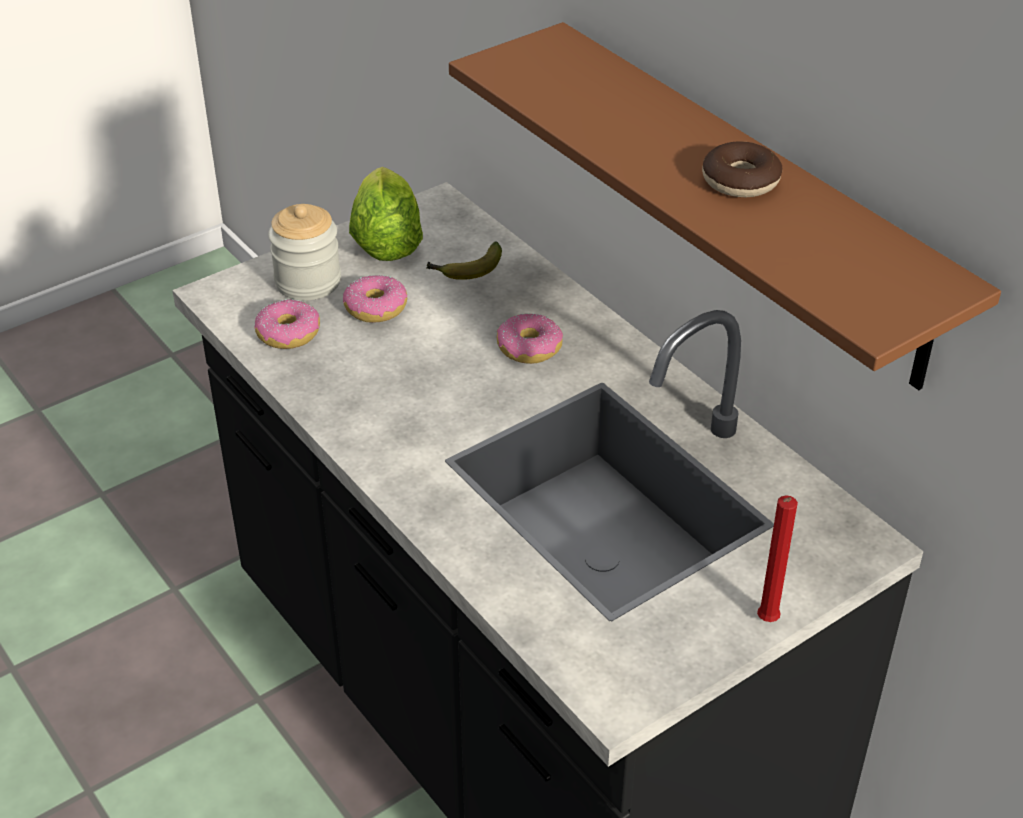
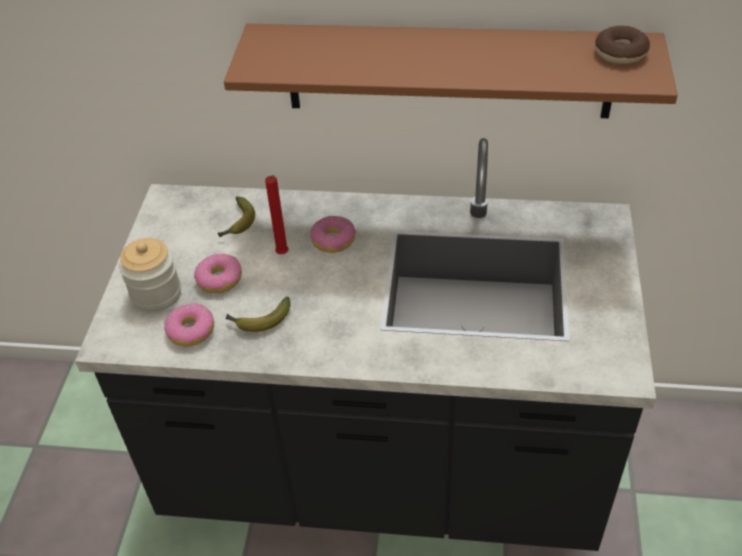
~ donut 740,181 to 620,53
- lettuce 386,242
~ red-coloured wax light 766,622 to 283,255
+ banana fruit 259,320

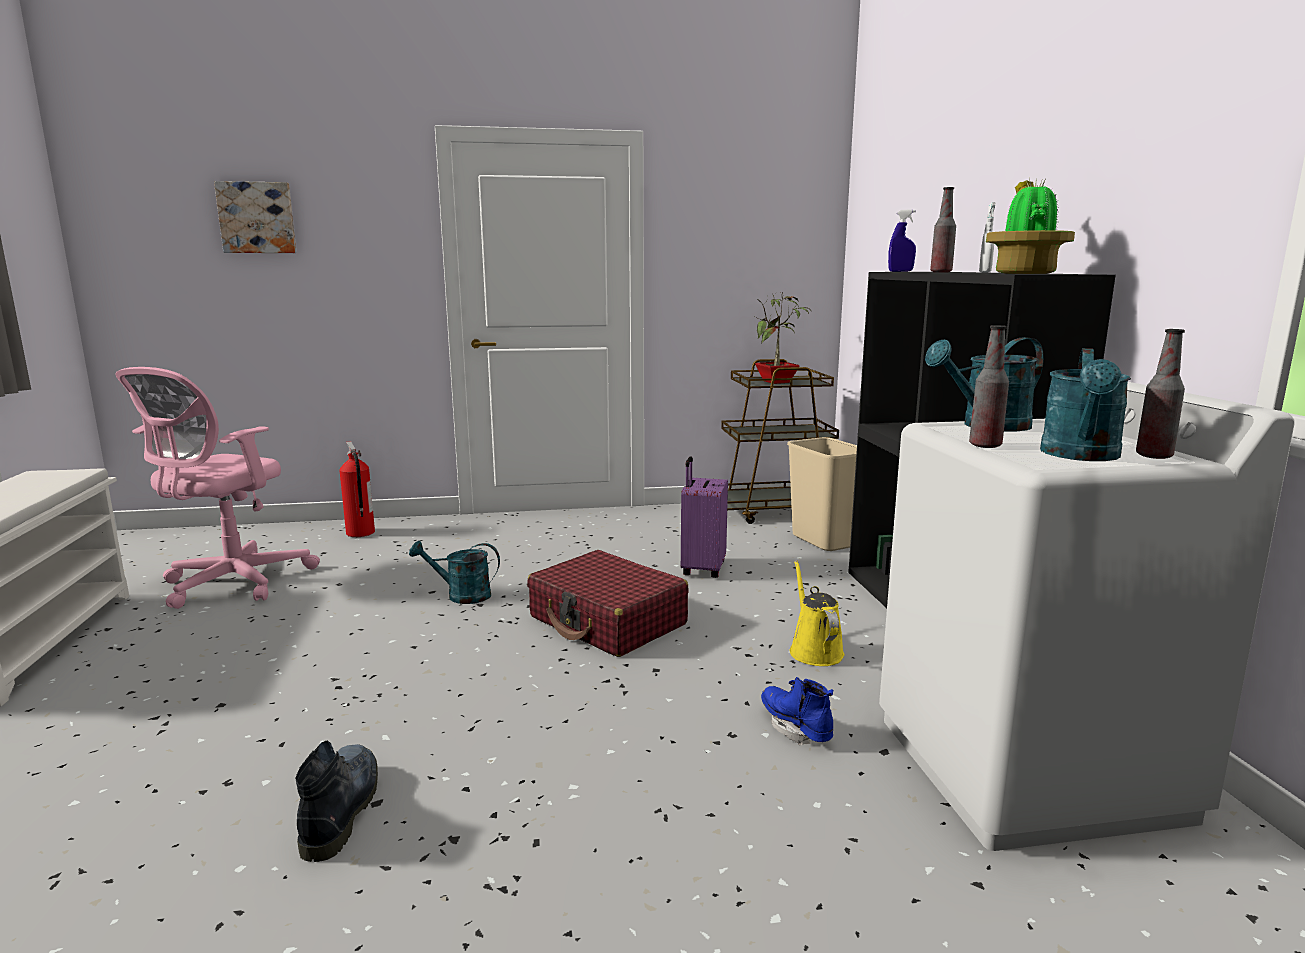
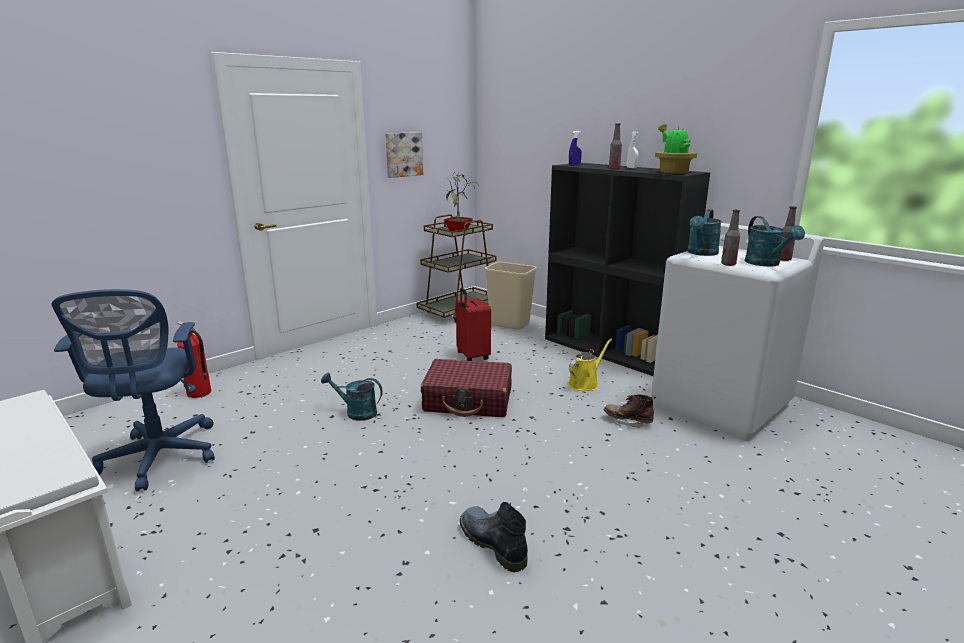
~ wall picture 257,218 to 403,154
~ pinkish office chair 231,584 to bluish office chair 158,459
~ purple travel case 702,569 to red-coloured travel case 472,356
~ turquoise sprinkling can 461,595 = 356,412 45 degrees clockwise
~ yellowish sprinkling can 814,650 = 585,383 90 degrees clockwise
~ bluish tall boot 796,728 to brown-coloured tall boot 627,421

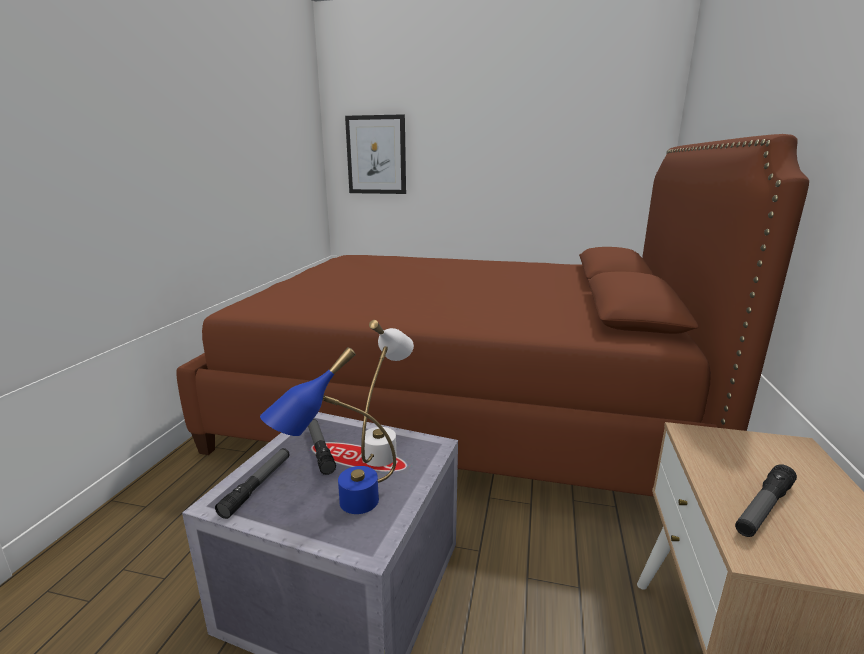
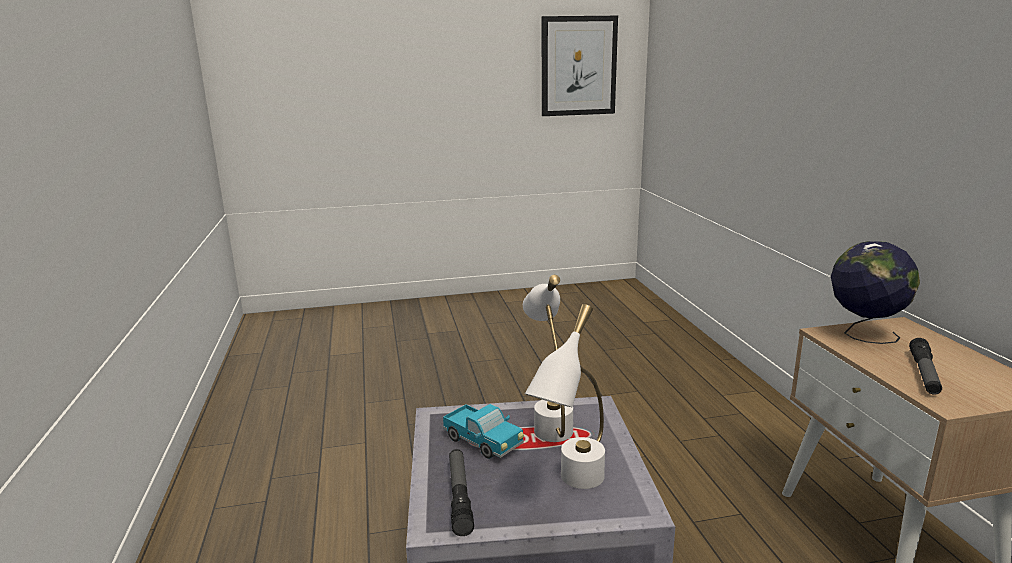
~ wall picture 376,155 to 578,66
- brown-coloured bed 459,403
~ bluish lamp for a table 340,508 to white lamp for a table 573,487
~ flashlight 320,450 to toy lorry 483,443
+ globe 864,334

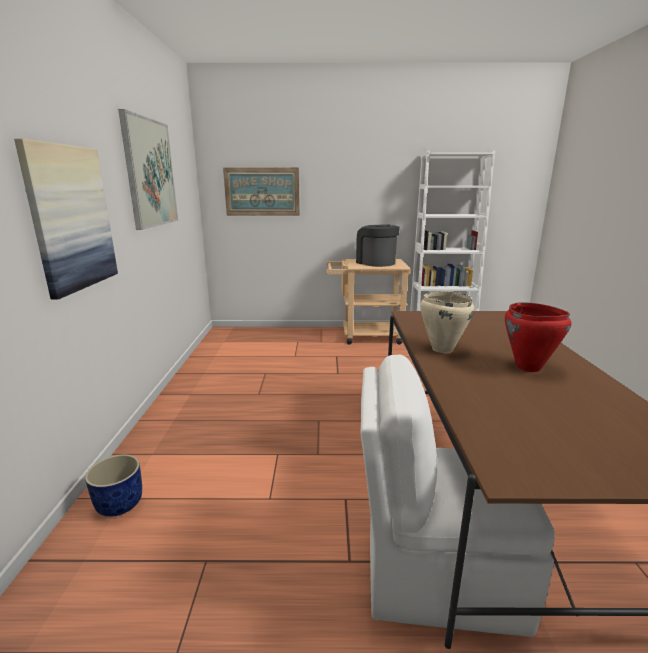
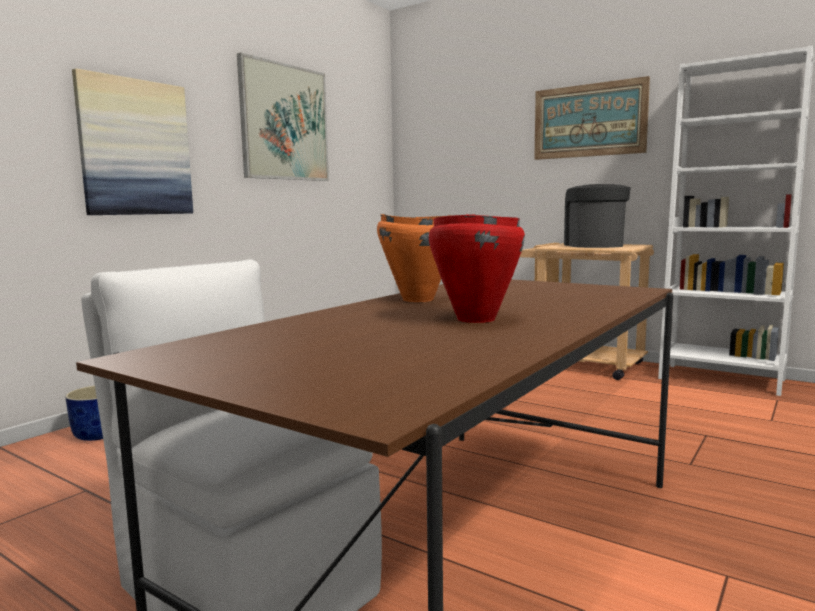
~ wall picture 262,192 to 589,120
~ sand-coloured stockpot 441,349 to orangey stockpot 417,299

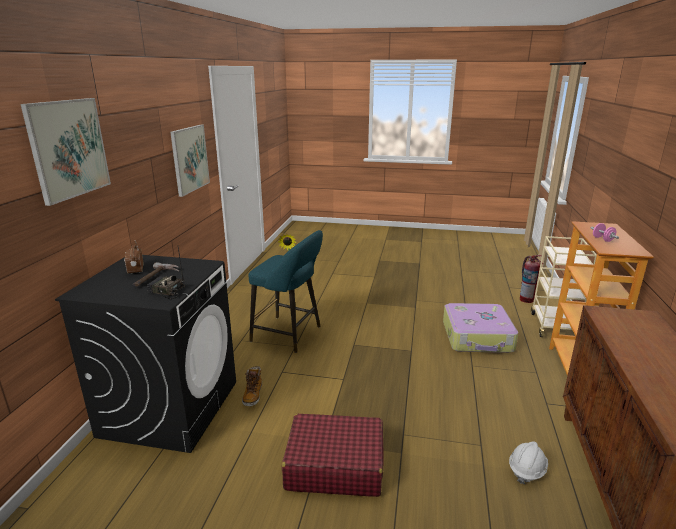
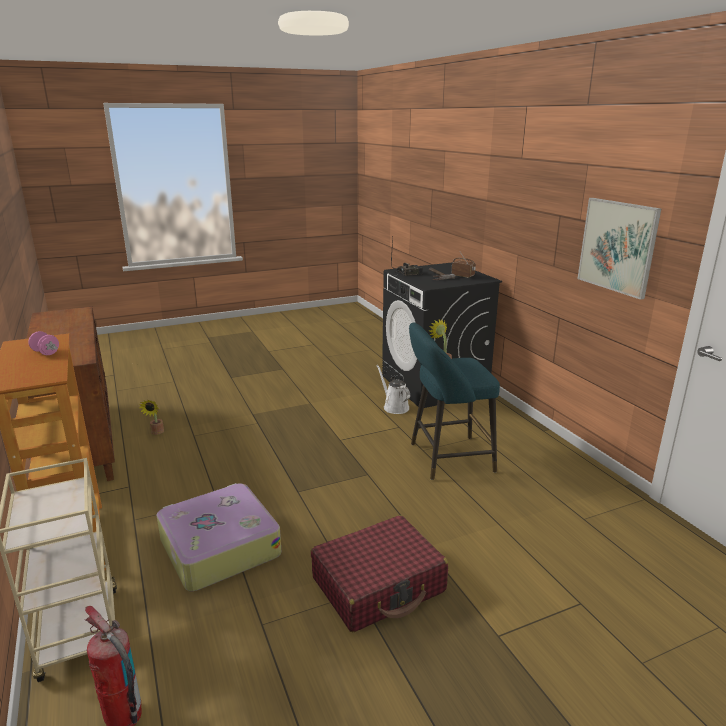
- wall picture 68,149
~ tall boot 253,395 to white sprinkling can 394,407
~ red-coloured travel case 334,465 to 379,585
~ white work helmet 526,470 to plant in a pot 156,433

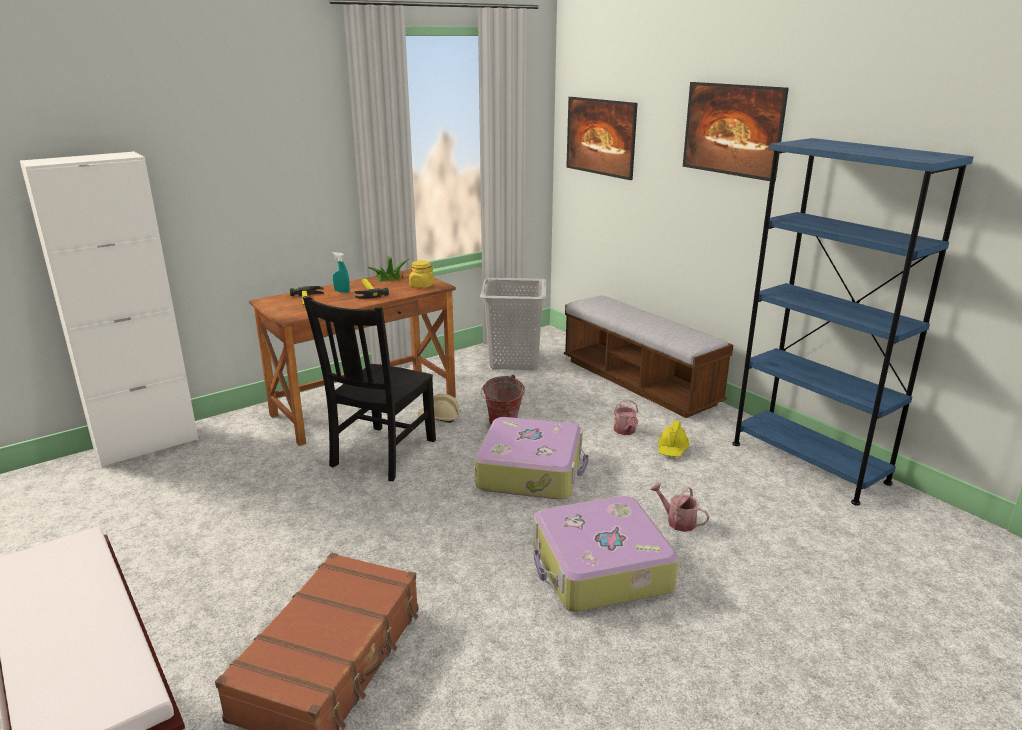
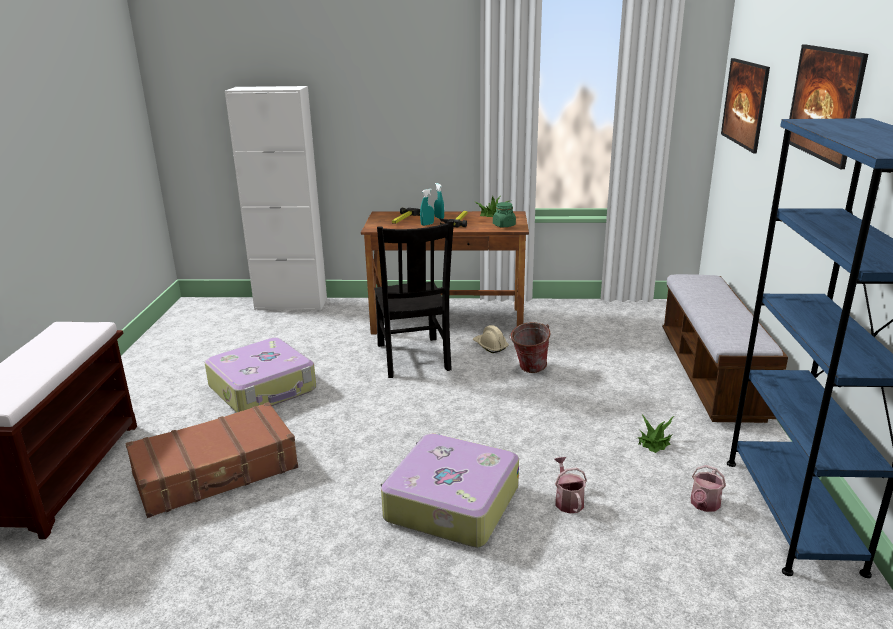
~ yellowish preserve jar 421,285 to greenish preserve jar 504,225
- gray hamper 514,361
~ black-coloured upright chair 381,454 = 413,358 75 degrees counterclockwise
~ sprinkling can 625,431 to 704,505
~ travel case 531,471 to 263,388
~ yellowish work helmet 672,449 to plant in a pot 654,443
+ turquoise spray bottle 427,224

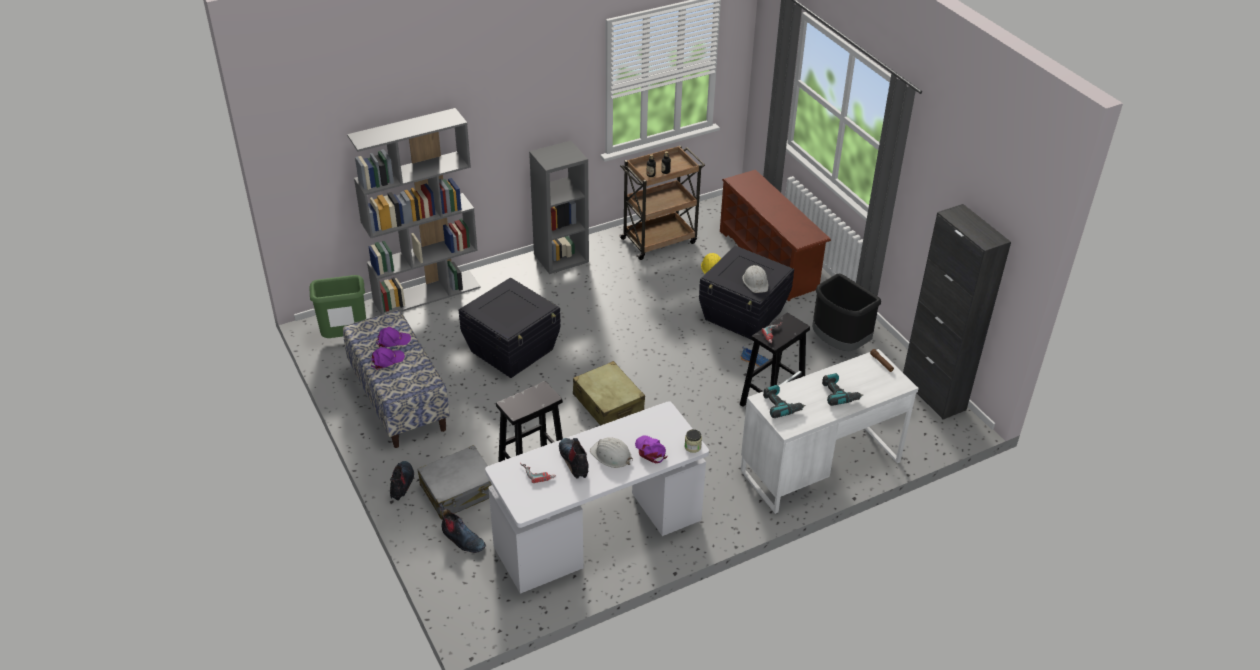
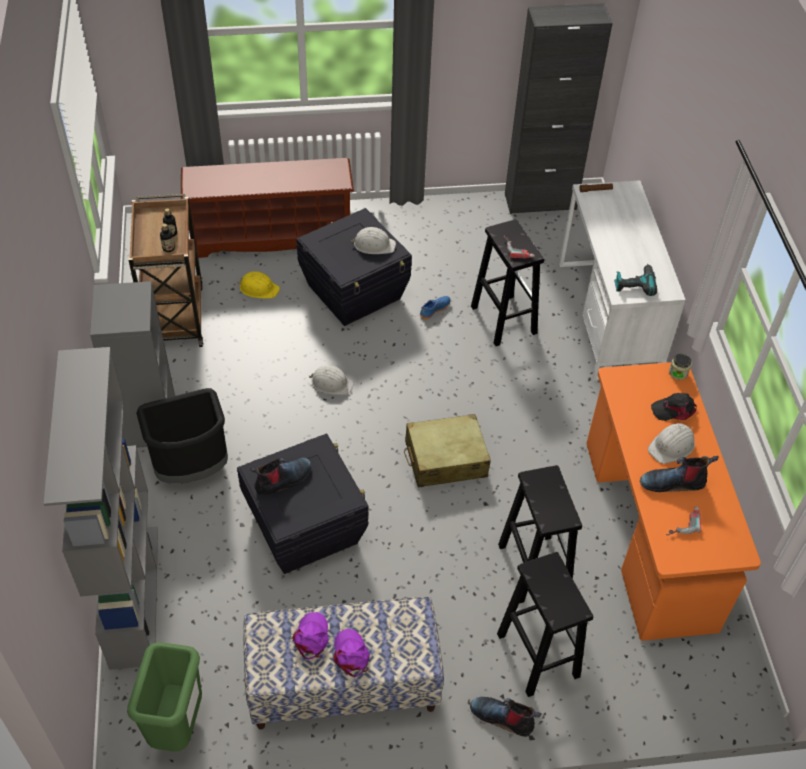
~ black-coloured rubbish bin 839,343 to 192,468
- power drill 839,394
~ white desk unit 598,535 to orangey desk unit 648,533
~ purple peaked cap 650,451 to black-coloured peaked cap 674,409
~ gray travel case 459,490 to black-coloured stool 537,654
~ tall boot 462,539 to 283,480
+ white work helmet 331,383

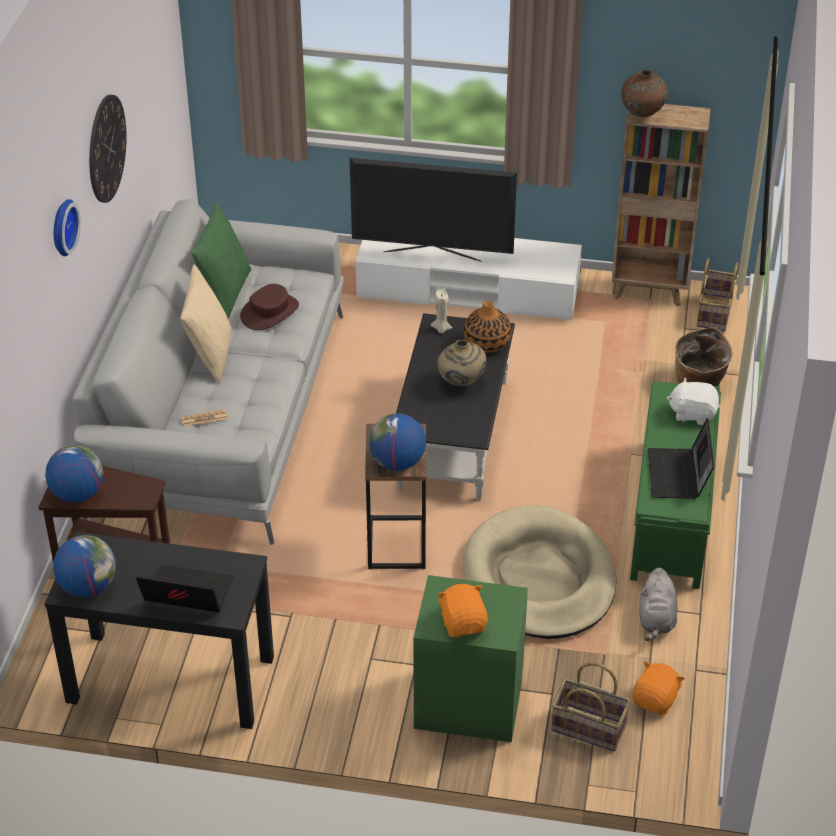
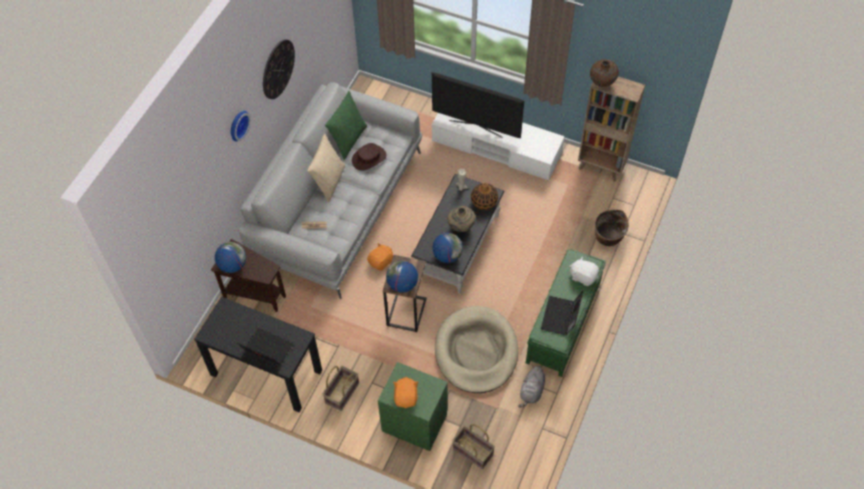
~ basket 715,313 to 342,393
~ globe 88,586 to 447,255
~ orangey cuddly toy 655,700 to 381,262

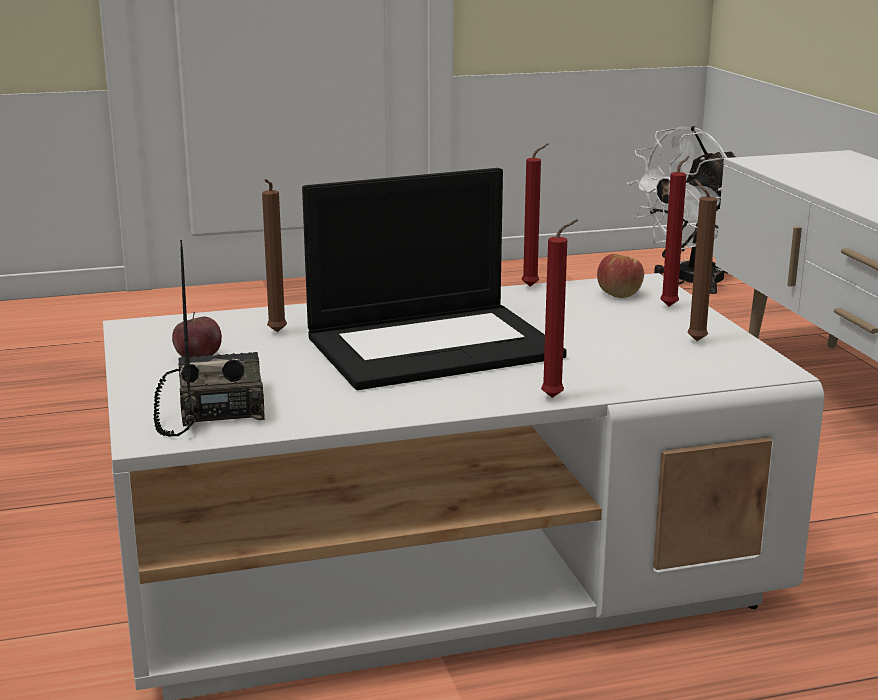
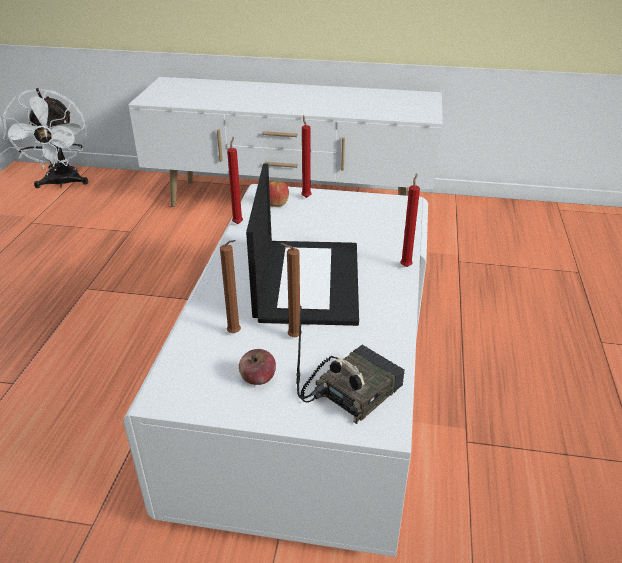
~ brown-coloured wax light 694,340 to 292,337
~ radio 211,408 = 351,390 120 degrees clockwise

